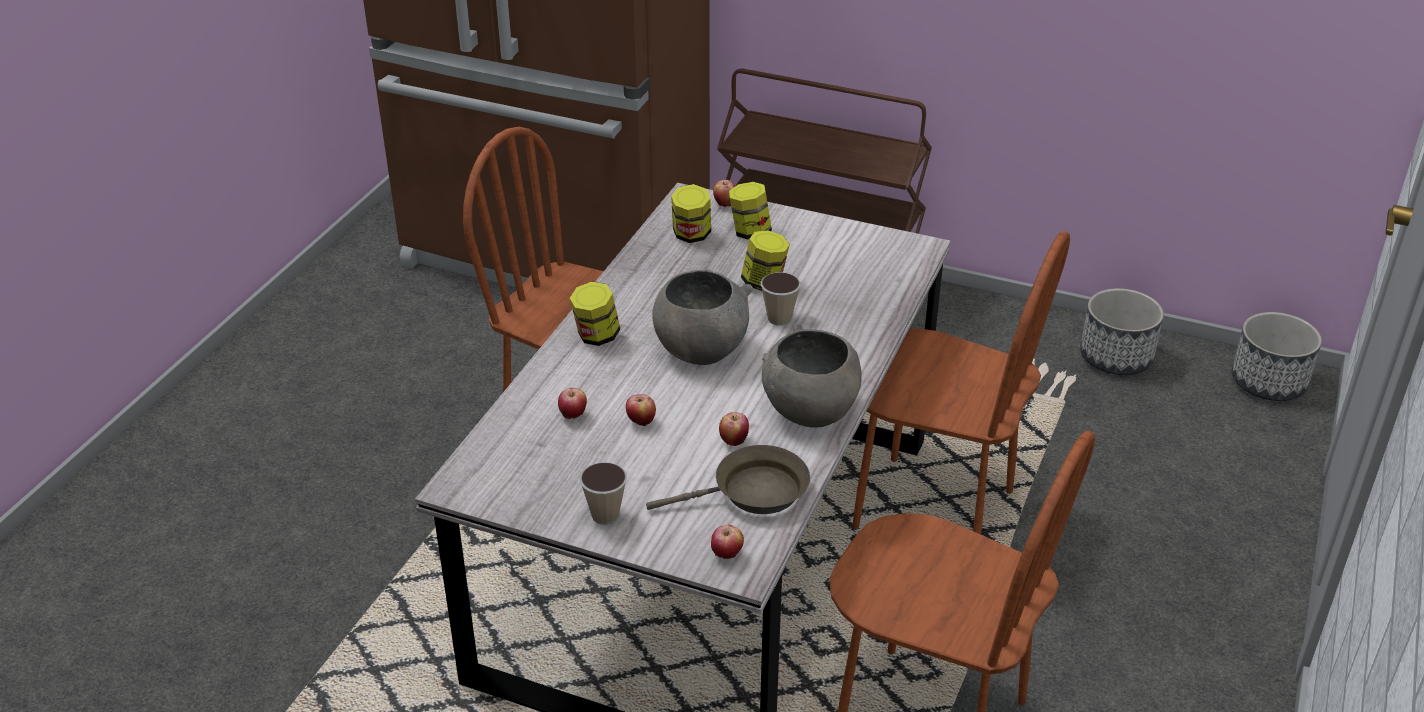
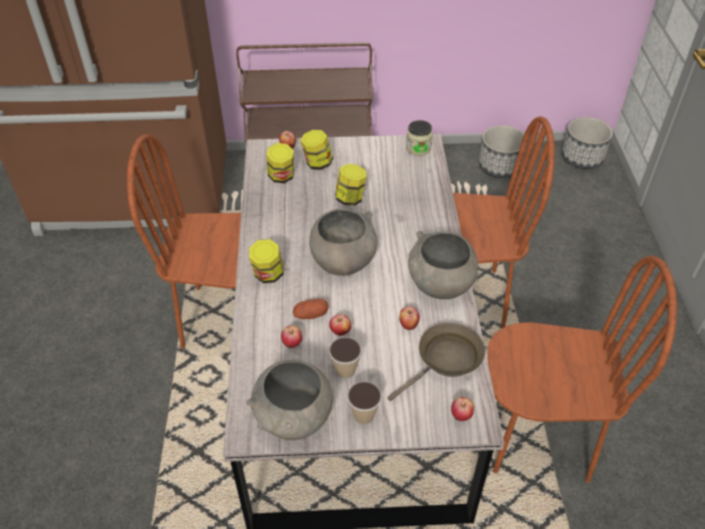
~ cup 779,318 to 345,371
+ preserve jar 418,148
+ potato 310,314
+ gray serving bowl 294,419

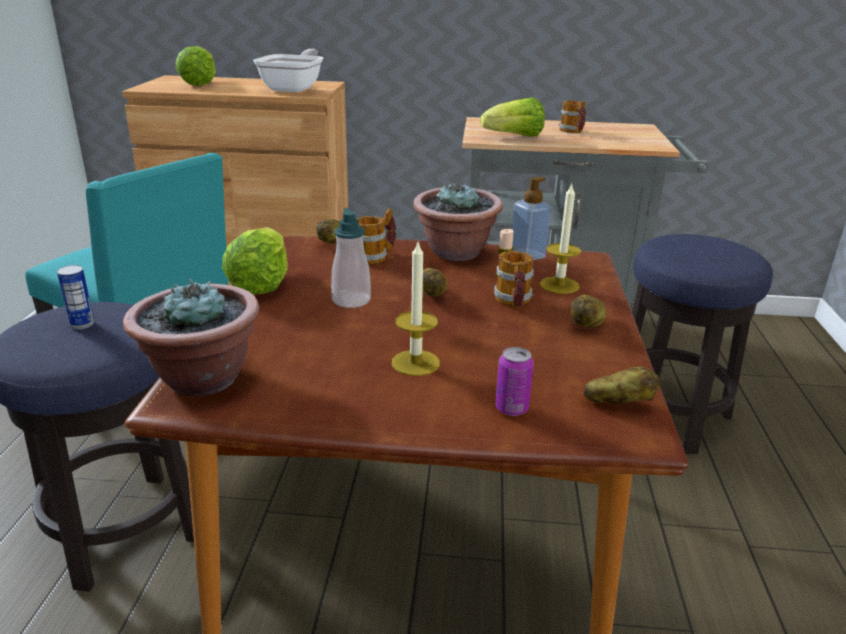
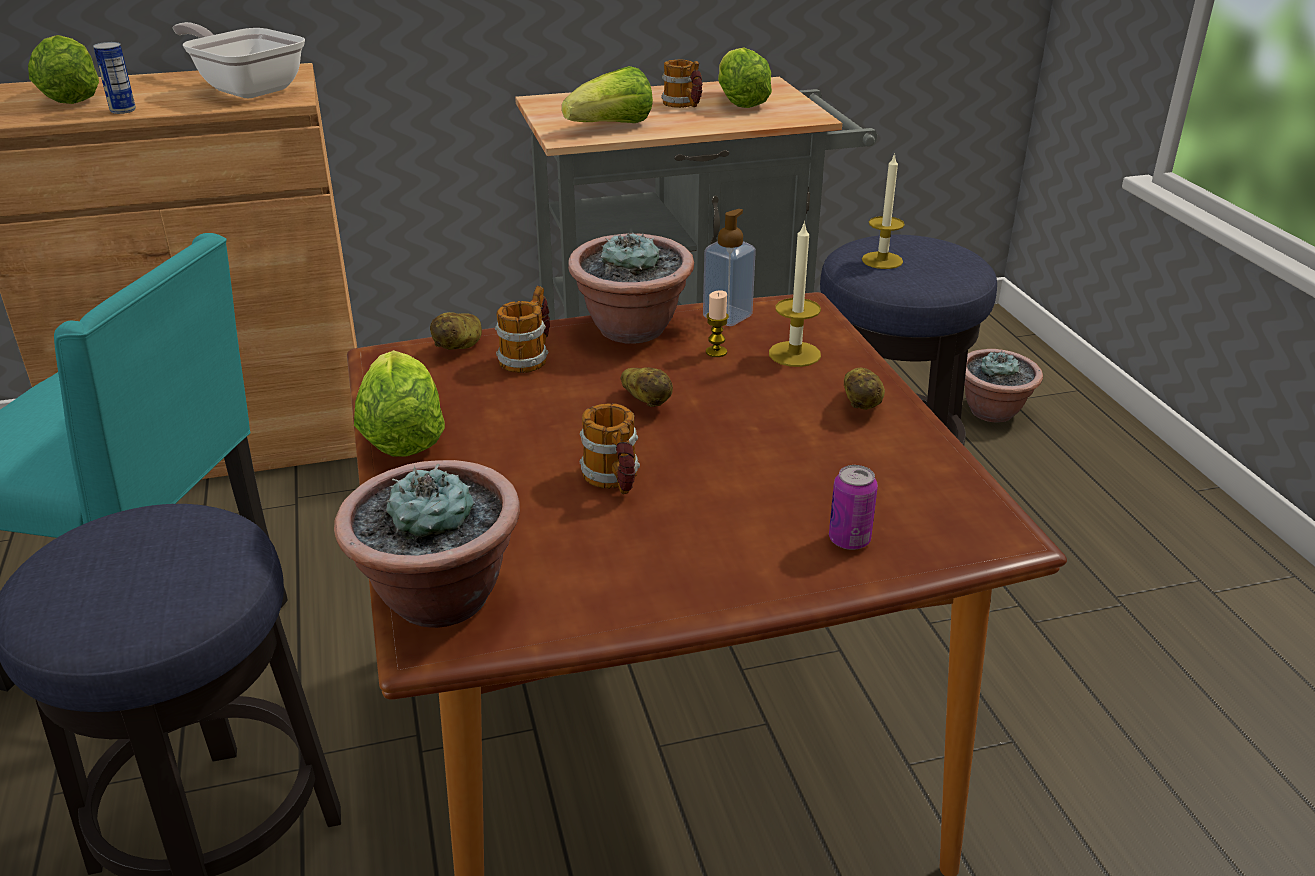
~ pan 294,88 = 246,88 45 degrees counterclockwise
- soap bottle 351,300
~ wax light 415,363 to 882,260
~ mug 513,302 to 614,480
~ can 82,324 to 123,110
- potato 618,403
+ lettuce 740,102
+ plant in a pot 993,412

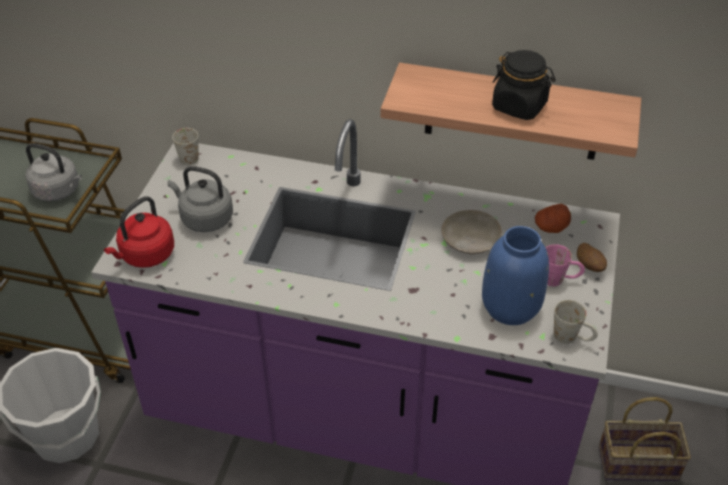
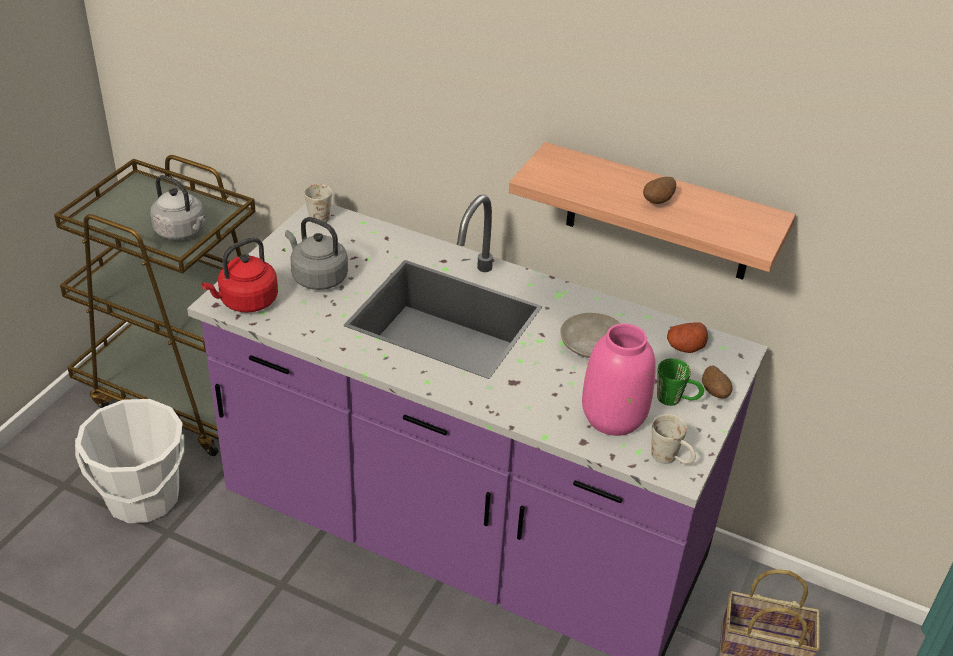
~ black-coloured preserve jar 519,106 to potato 658,202
~ bluish decorative vase 510,308 to pinkish decorative vase 613,418
~ pinkish mug 559,279 to greenish mug 676,399

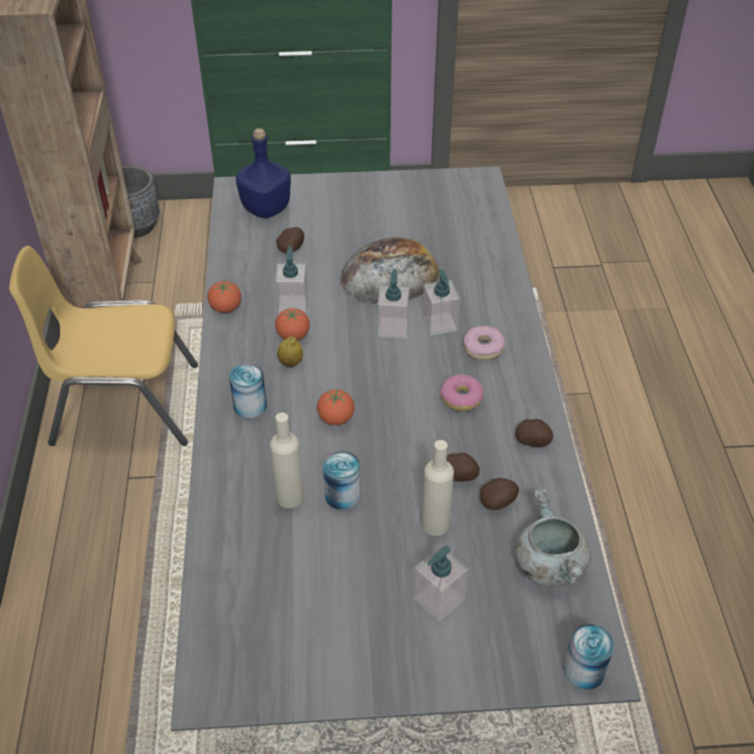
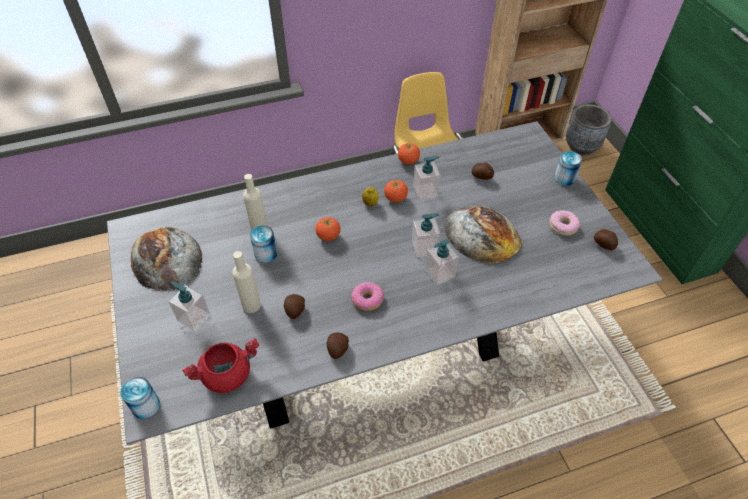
- bluish bottle 265,209
~ donut 483,348 to 563,226
~ can 250,406 to 564,178
~ potato 498,502 to 604,245
~ gray stockpot 548,564 to red-coloured stockpot 227,374
+ bread 166,259

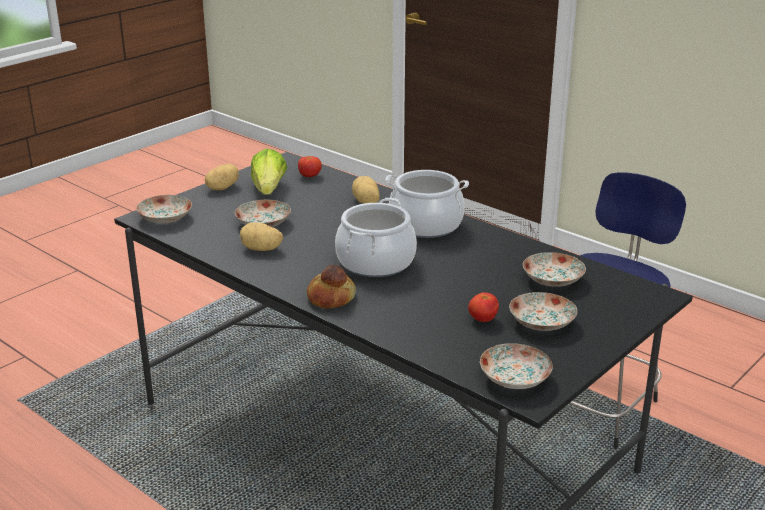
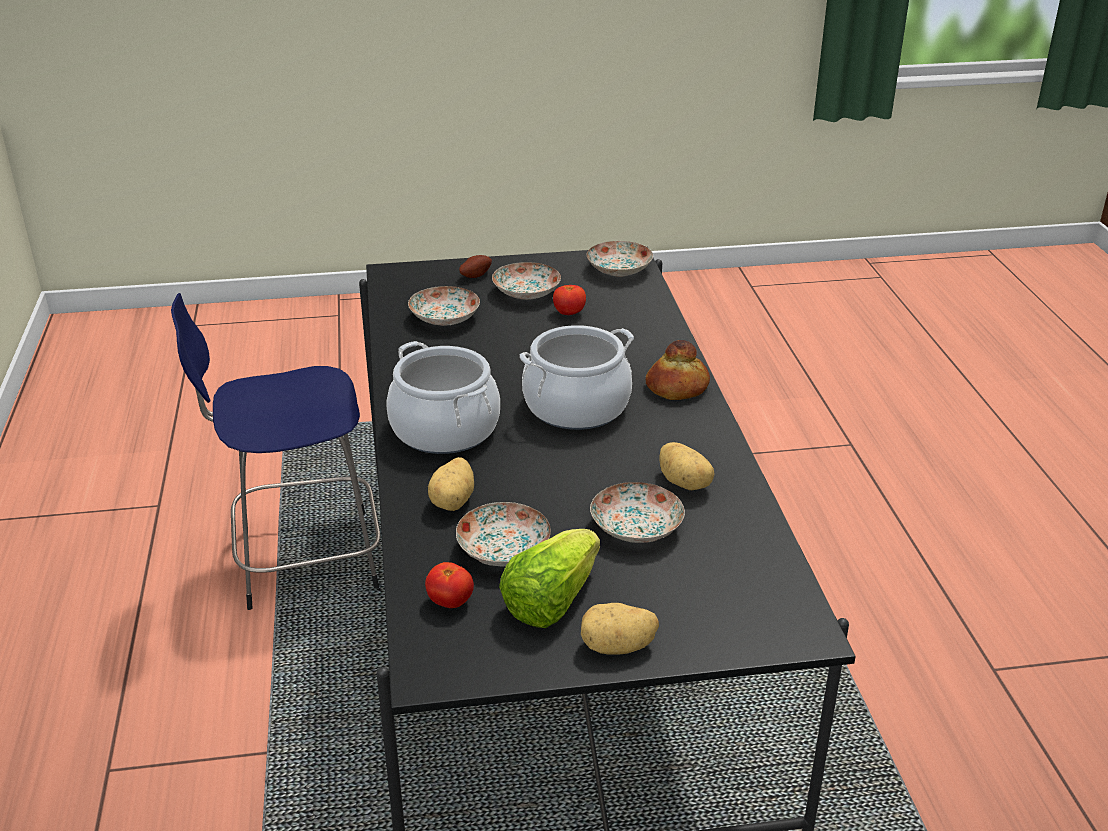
~ dinner plate 164,218 to 504,550
+ potato 475,275

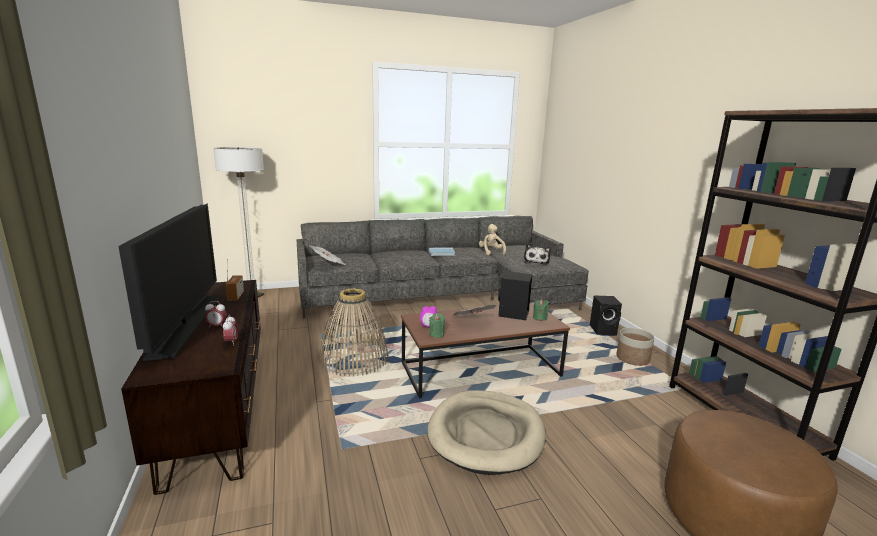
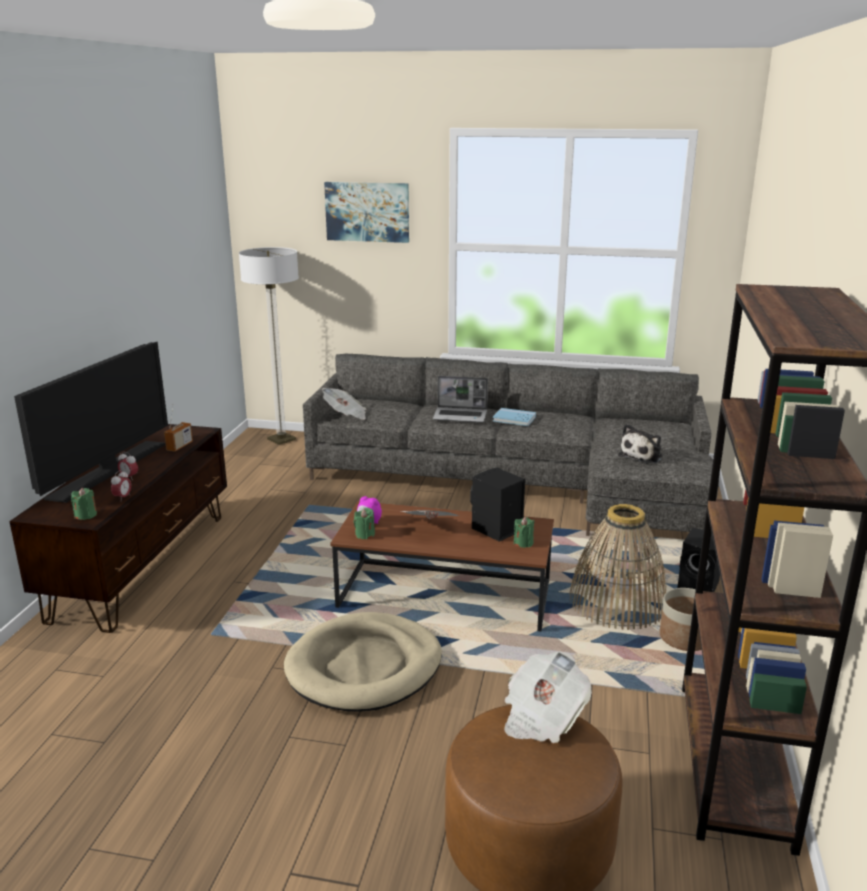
- sand-coloured cuddly toy 491,252
~ basket 354,359 to 617,603
+ wall picture 367,212
+ notebook computer 461,416
+ greenish wax light 86,515
+ newspaper 542,717

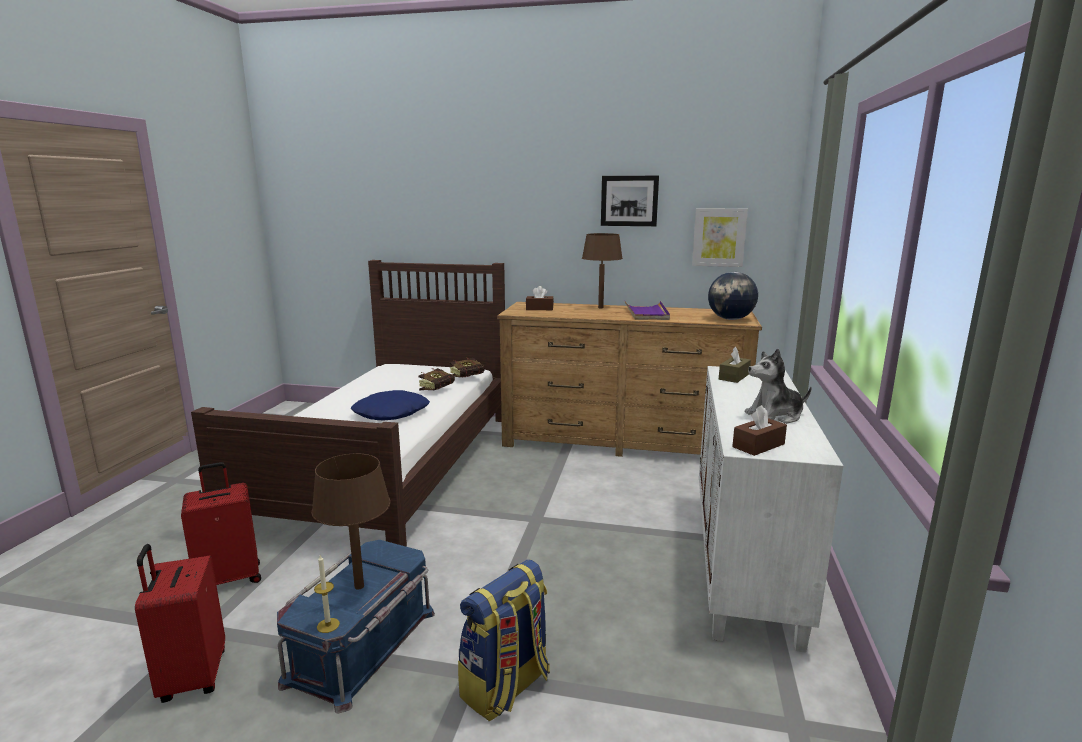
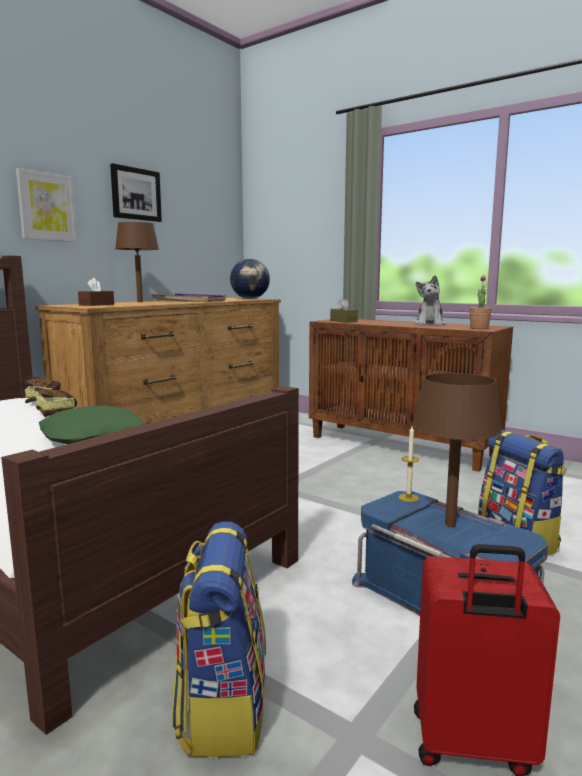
~ wall picture 719,237 to 46,207
~ white storage cabinet 745,563 to brown-coloured storage cabinet 402,446
~ bluish cushion 391,413 to greenish cushion 91,436
~ brown-coloured tissue box 758,445 to plant in a pot 479,328
~ red-coloured travel case 230,578 to backpack 222,707
~ wax light 328,625 to 408,498

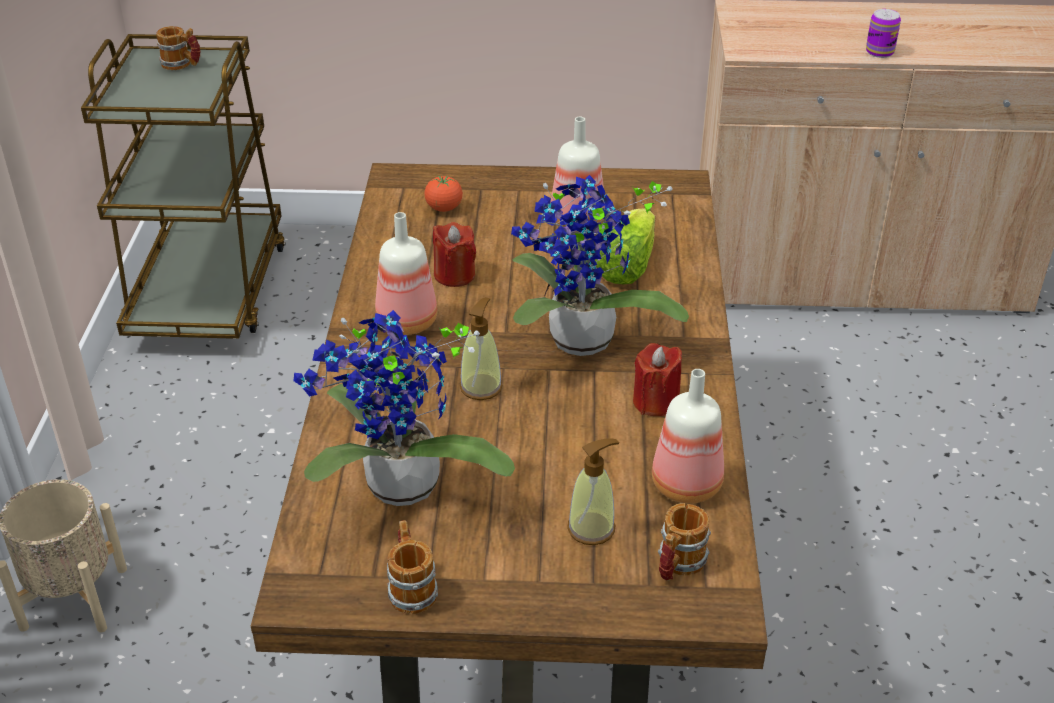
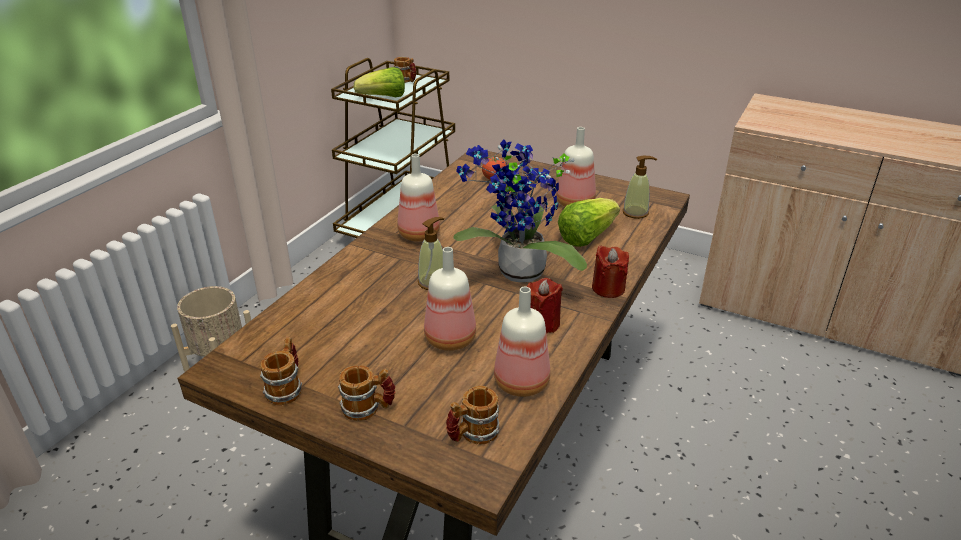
- can 879,52
~ red-coloured wax light 454,275 to 608,288
- plant in a pot 399,491
~ soap bottle 591,528 to 635,212
+ lettuce 383,97
+ bottle 449,338
+ mug 368,408

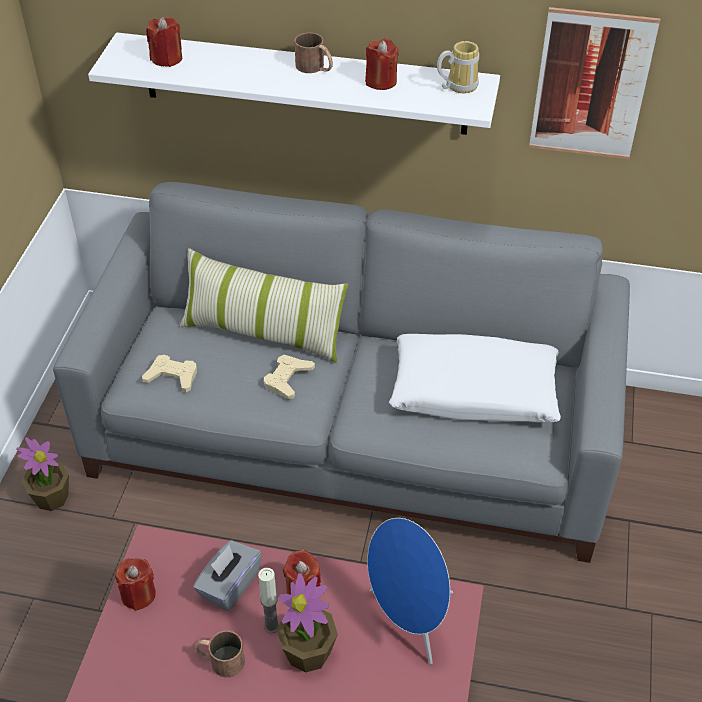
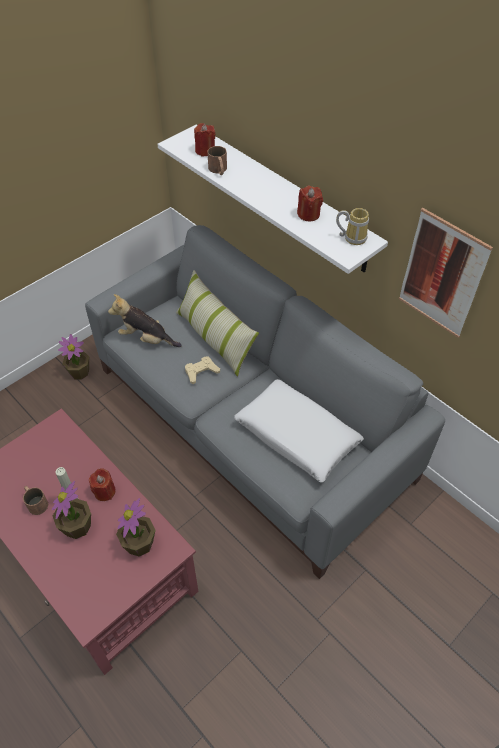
~ brown-coloured mug 315,68 to 219,170
~ sand-coloured game controller 172,377 to cuddly toy 146,339
~ bluish loudspeaker 409,621 to plant in a pot 139,544
- gray tissue box 229,585
- red-coloured wax light 138,594

